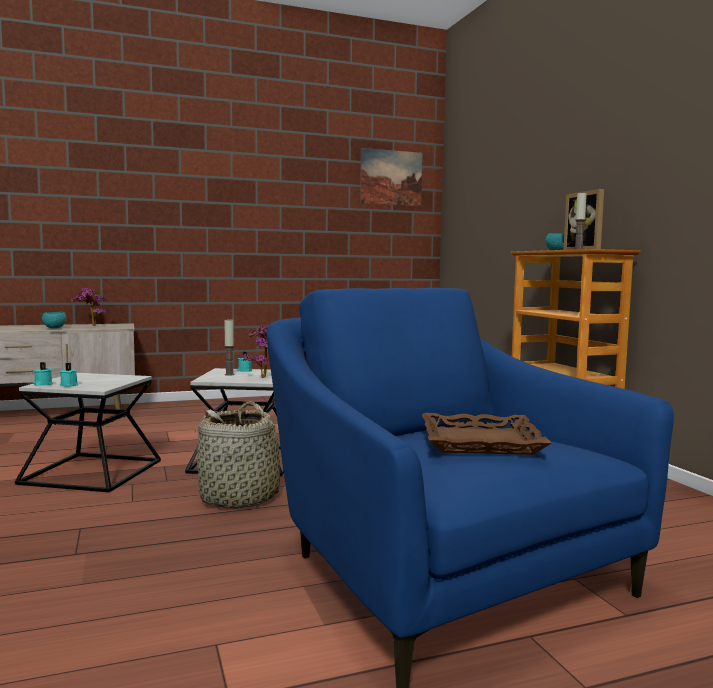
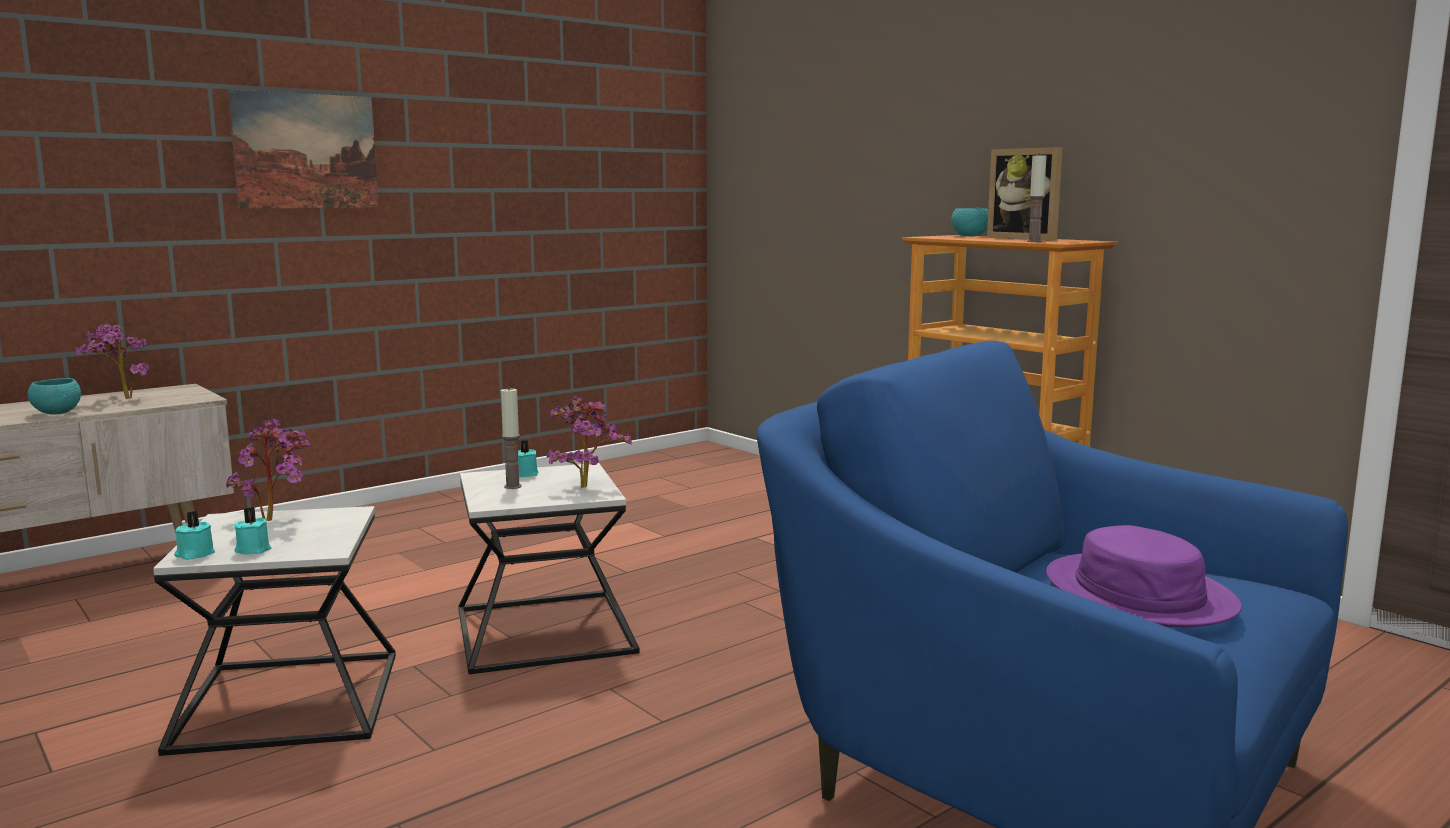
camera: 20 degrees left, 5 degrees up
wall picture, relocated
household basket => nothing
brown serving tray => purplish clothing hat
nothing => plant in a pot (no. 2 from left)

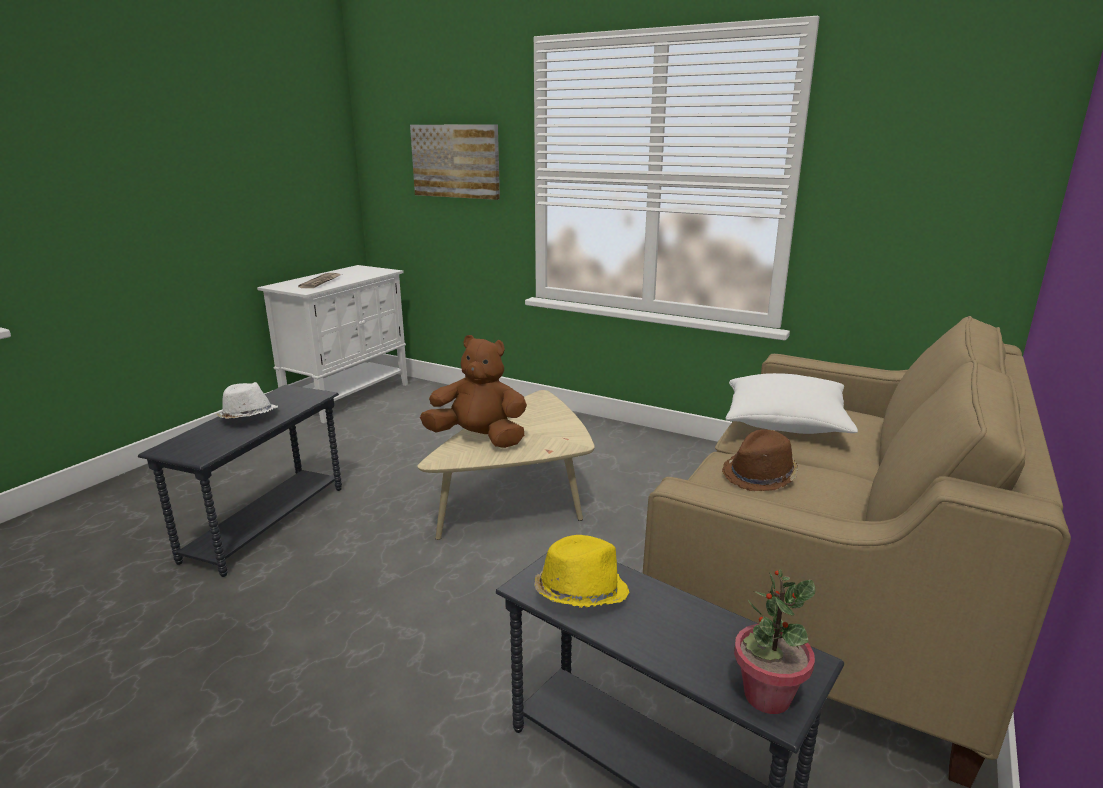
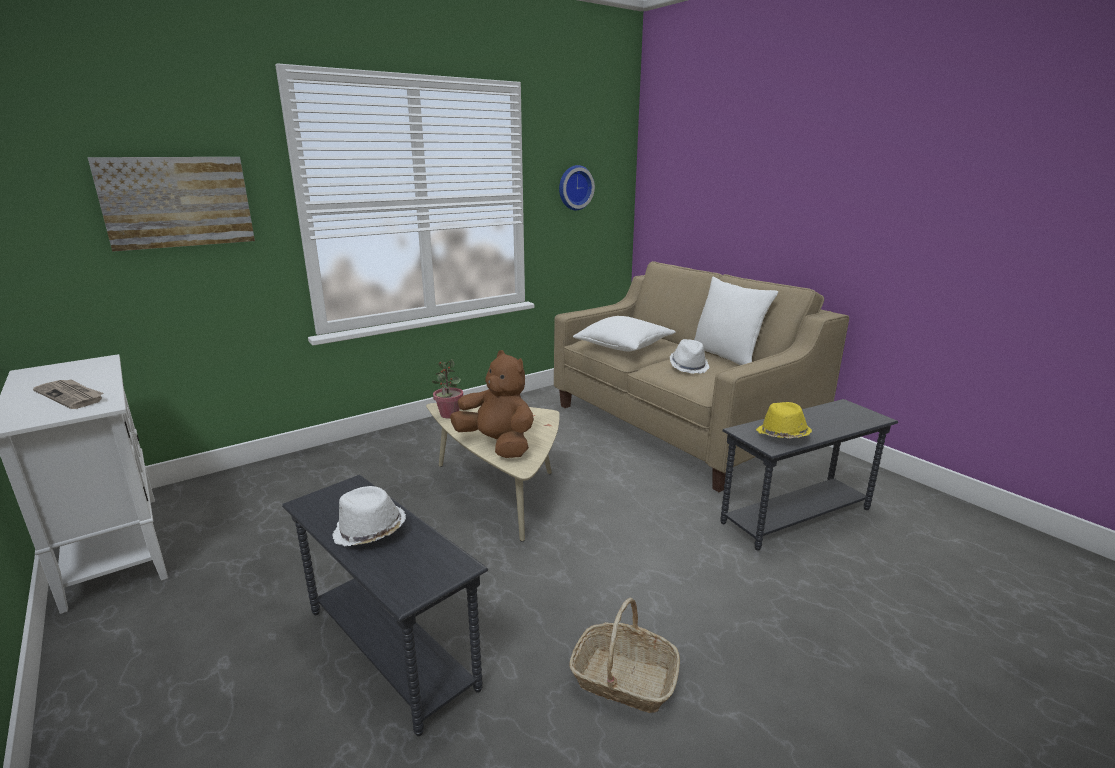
camera: 65 degrees left, 0 degrees up
brown cuddly toy, 90 degrees clockwise
brown clothing hat => white clothing hat (no. 2 from left)
plant in a pot, relocated
nothing => hanging clock
nothing => white pillow (no. 2 from left)
nothing => household basket

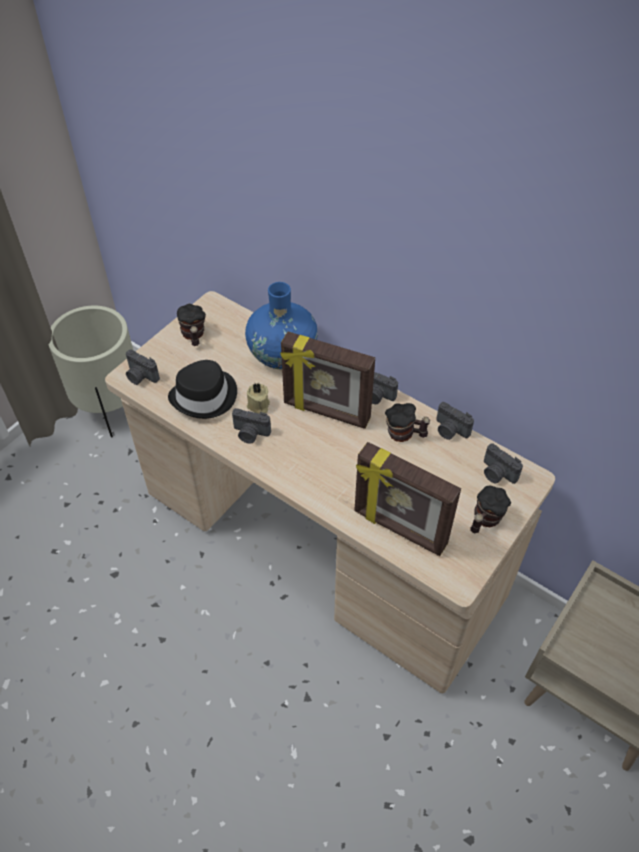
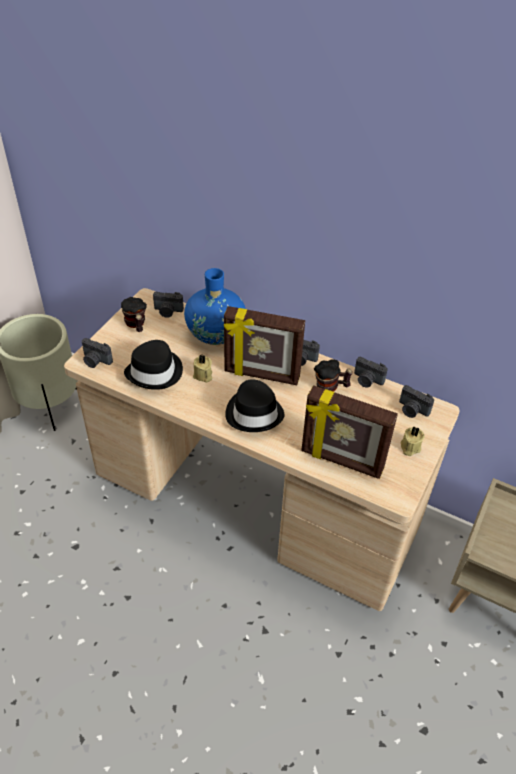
camera: 10 degrees left, 5 degrees down
photo camera (no. 2 from left), relocated
coffee mug (no. 3 from left) => sand-coloured wax light (no. 2 from left)
nothing => black clothing hat (no. 2 from left)

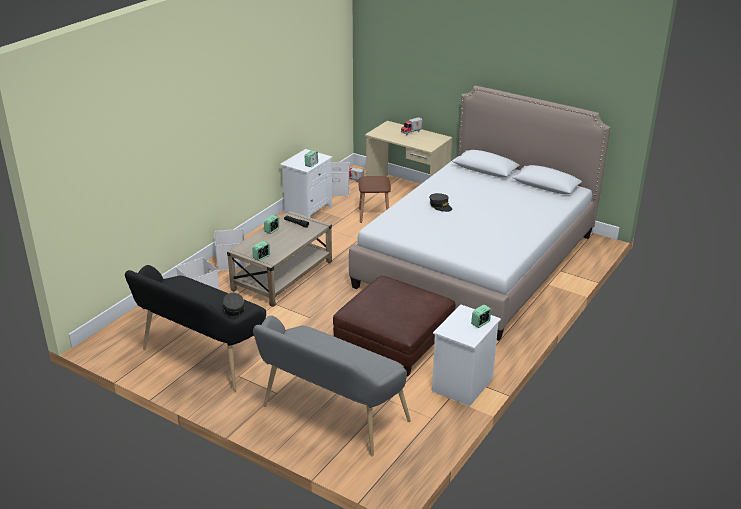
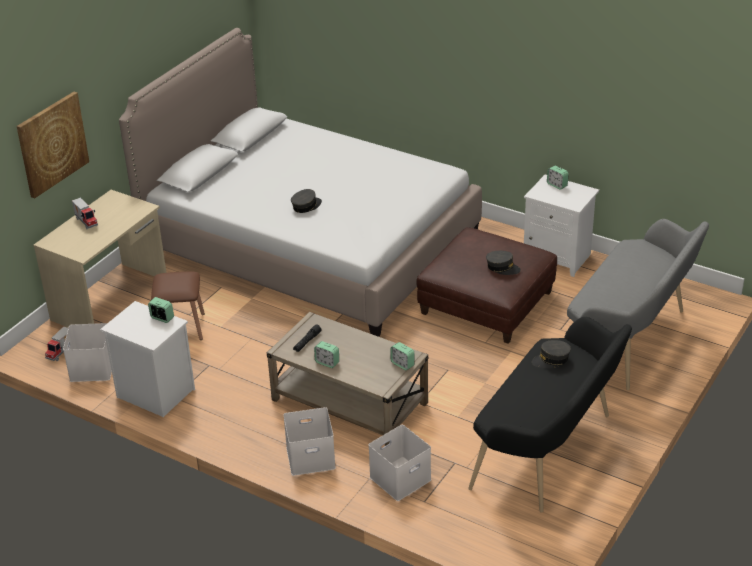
camera: 90 degrees left, 5 degrees up
nothing => wall picture
nothing => gray peaked cap (no. 2 from left)

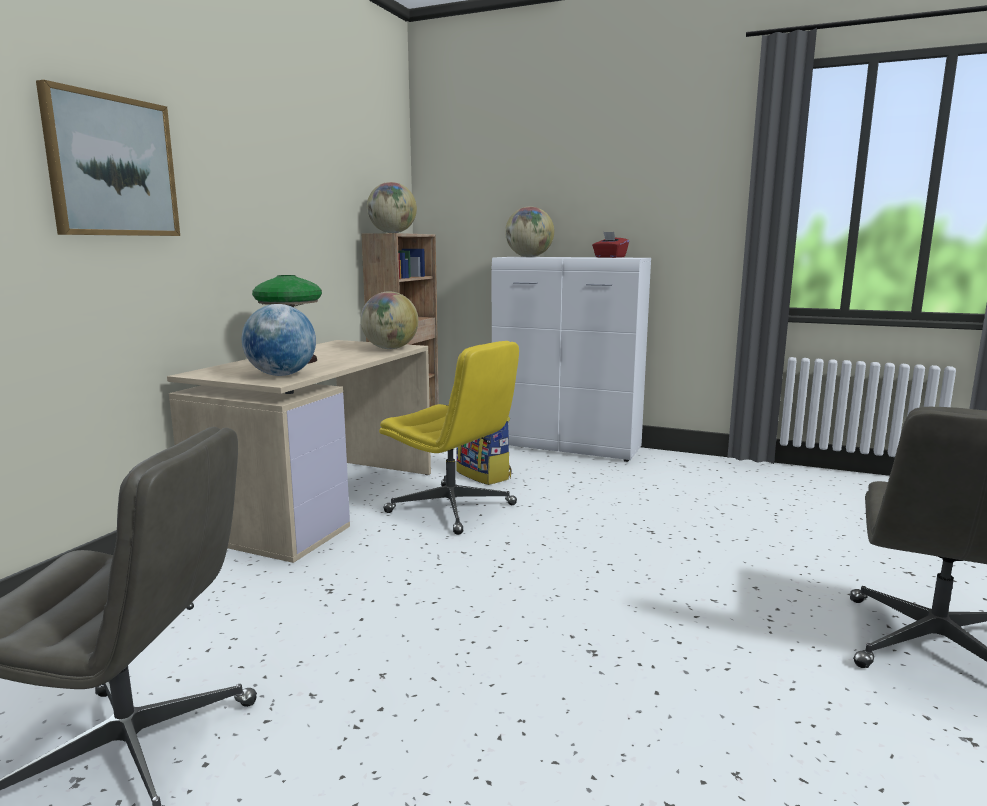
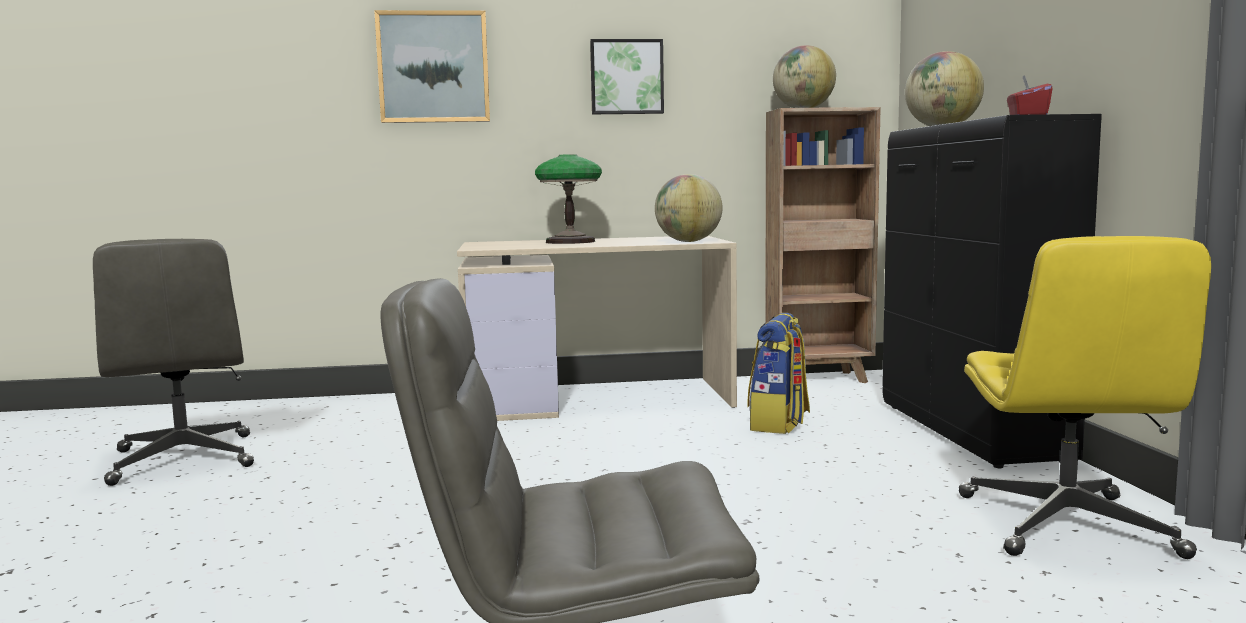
camera: 60 degrees right, 5 degrees down
white cabinet => black cabinet
desk globe (no. 1 from left) => nothing
yellow-coloured desk chair, relocated
nothing => wall picture (no. 2 from left)

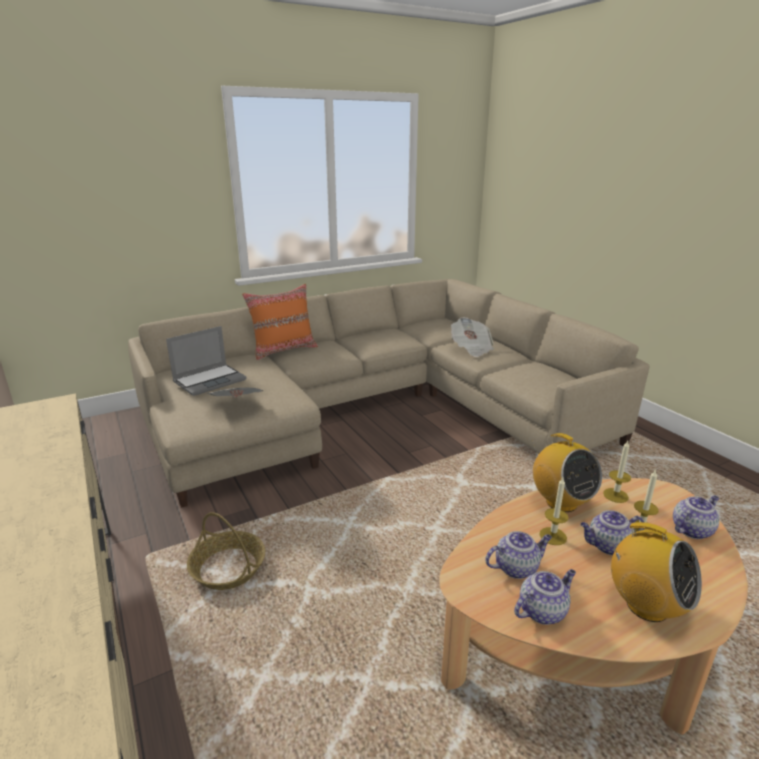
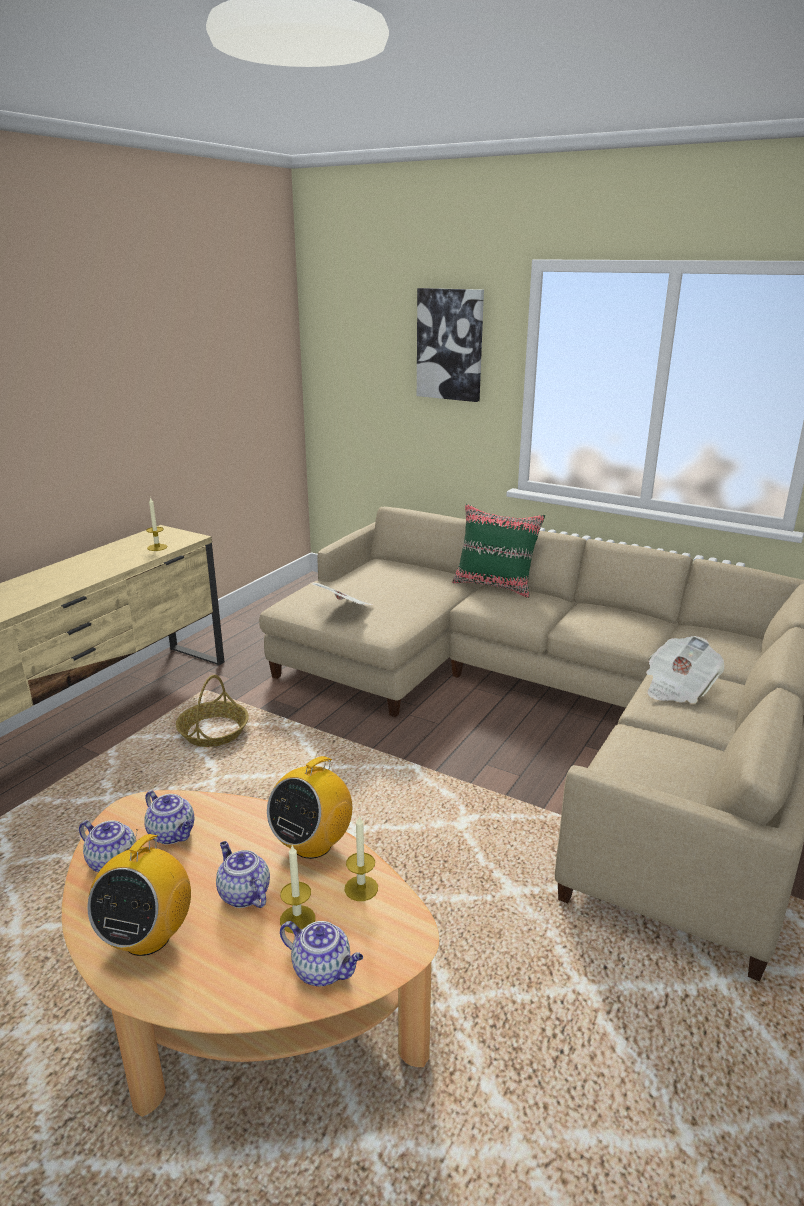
camera: 60 degrees right, 0 degrees up
orange pillow => green pillow
notebook computer => nothing
wax light (no. 1 from left), relocated
nothing => wall picture

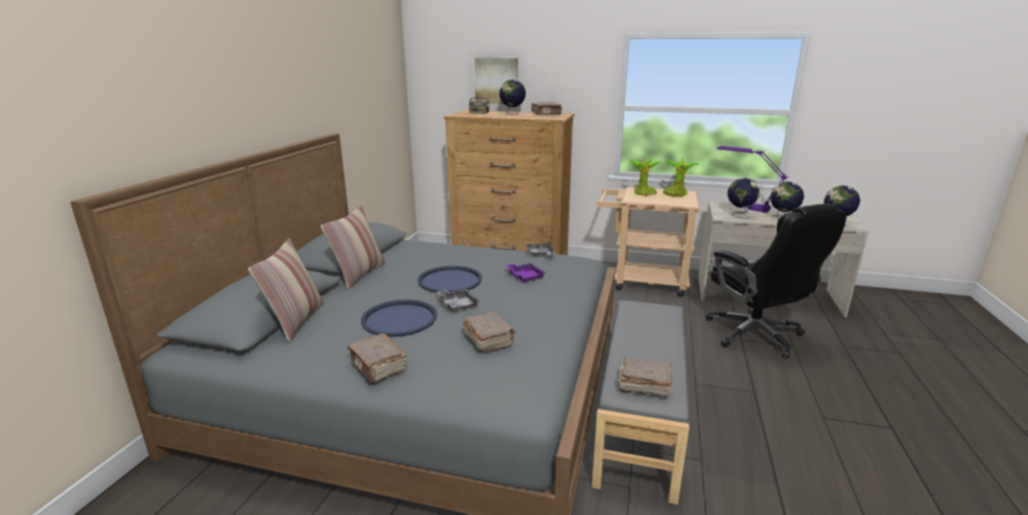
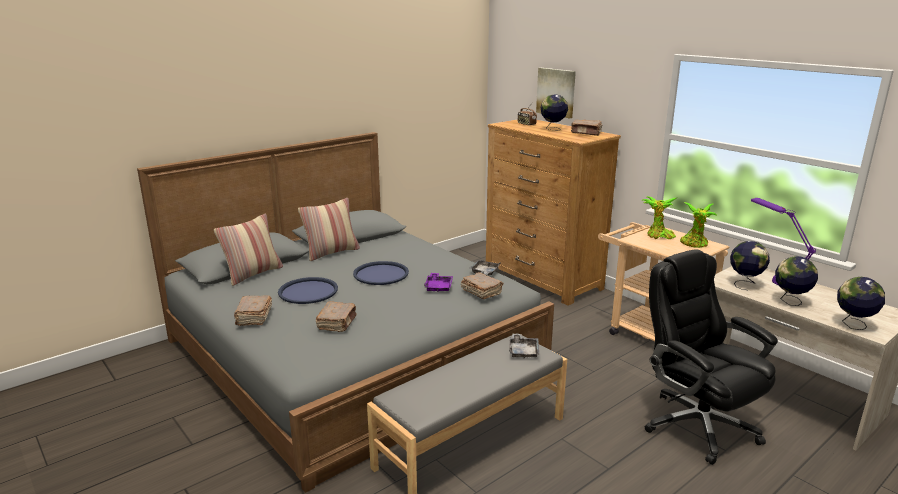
camera: 35 degrees right, 0 degrees up
black desk chair, 135 degrees clockwise
gray serving tray (no. 1 from left in the first image) => gray serving tray (no. 2 from left), relocated
brown bound book (no. 4 from left in the first image) => brown bound book (no. 3 from left), relocated

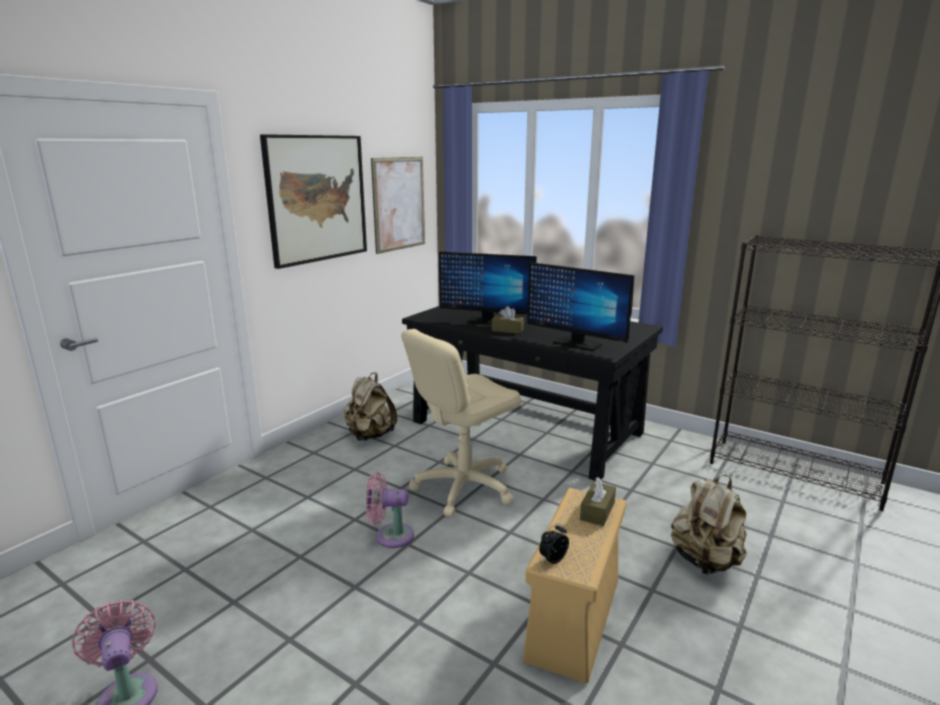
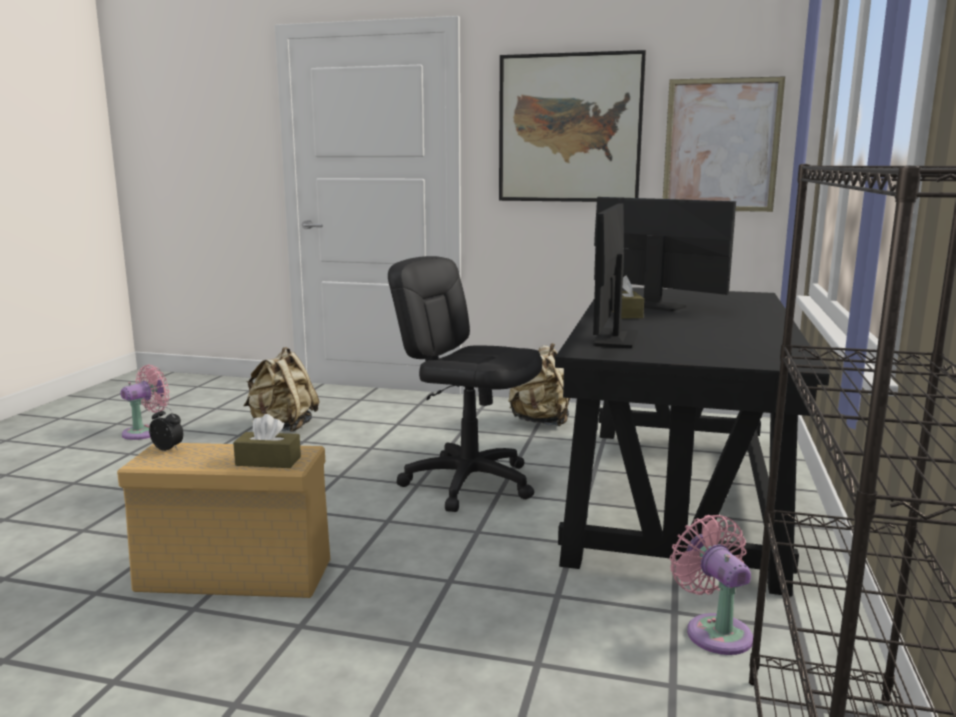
camera: 70 degrees right, 5 degrees down
monitor (no. 1 from left in the first image) => monitor (no. 2 from left), 135 degrees clockwise
sand-coloured desk chair => black desk chair
pink cooling fan (no. 2 from left), relocated
sand-coloured knapsack (no. 2 from left in the first image) => sand-coloured knapsack (no. 1 from left), relocated

